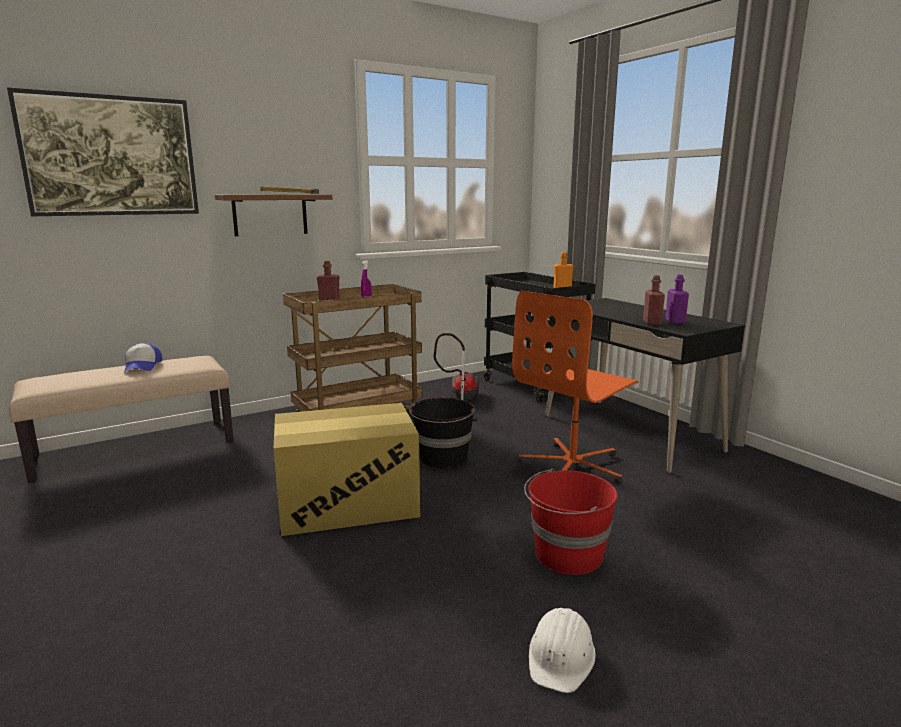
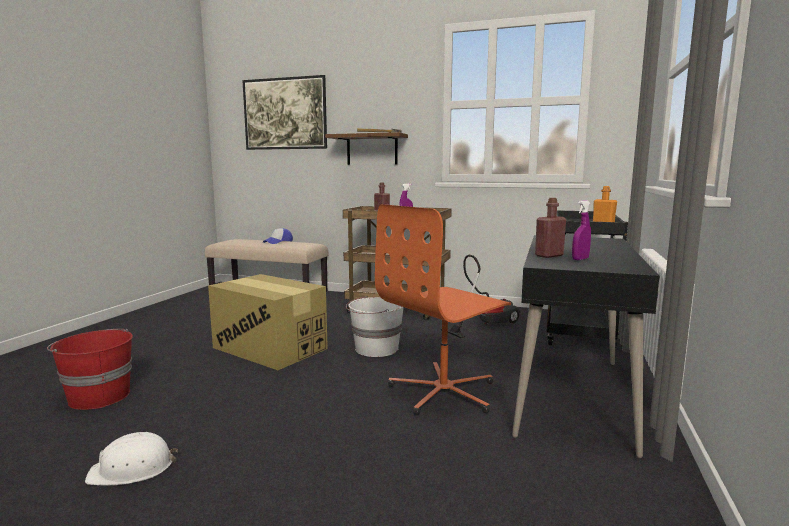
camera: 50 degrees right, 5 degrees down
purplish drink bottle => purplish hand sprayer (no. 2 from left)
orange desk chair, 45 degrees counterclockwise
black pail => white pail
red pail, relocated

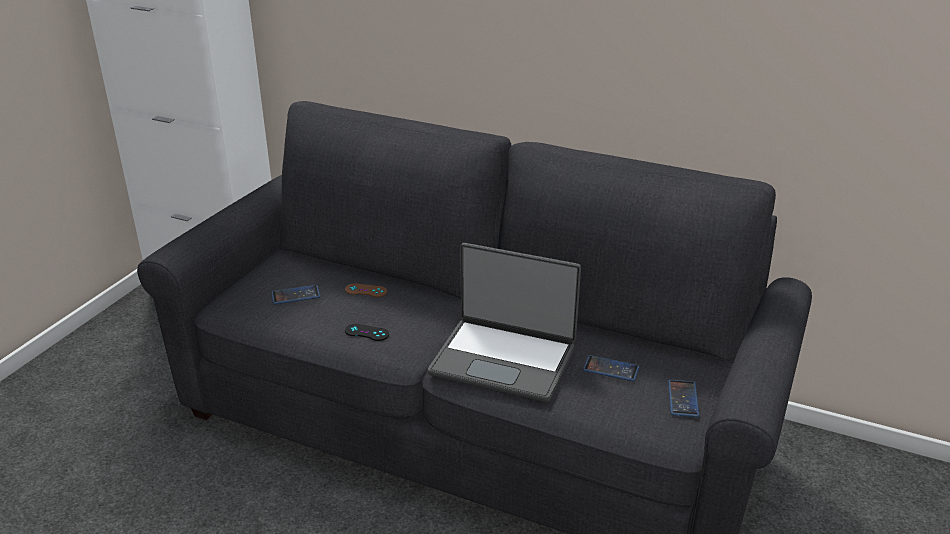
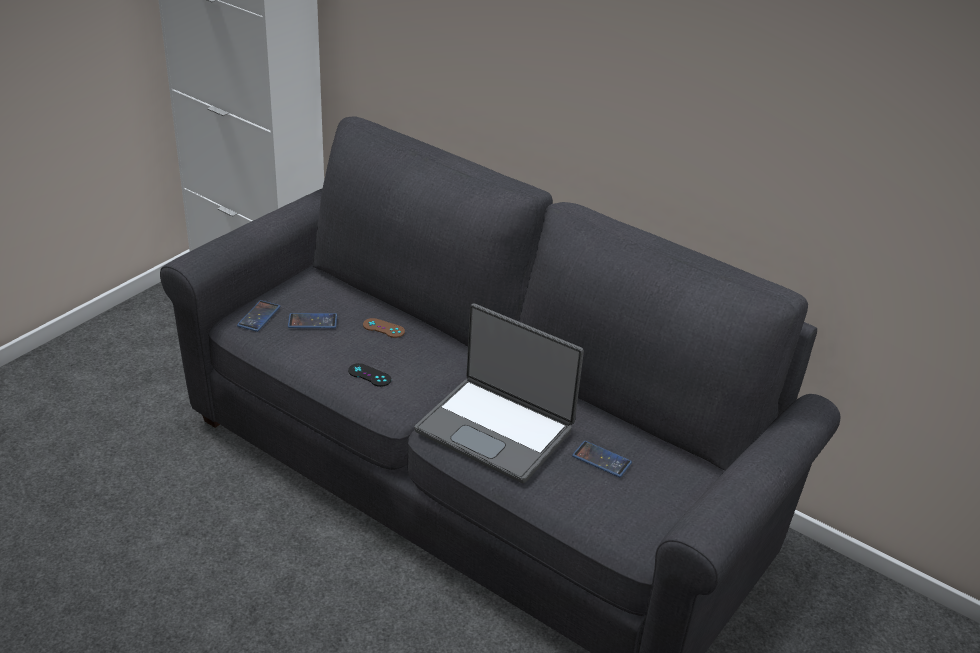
camera: 10 degrees right, 5 degrees up
phone (no. 3 from left in the first image) => phone (no. 1 from left), relocated

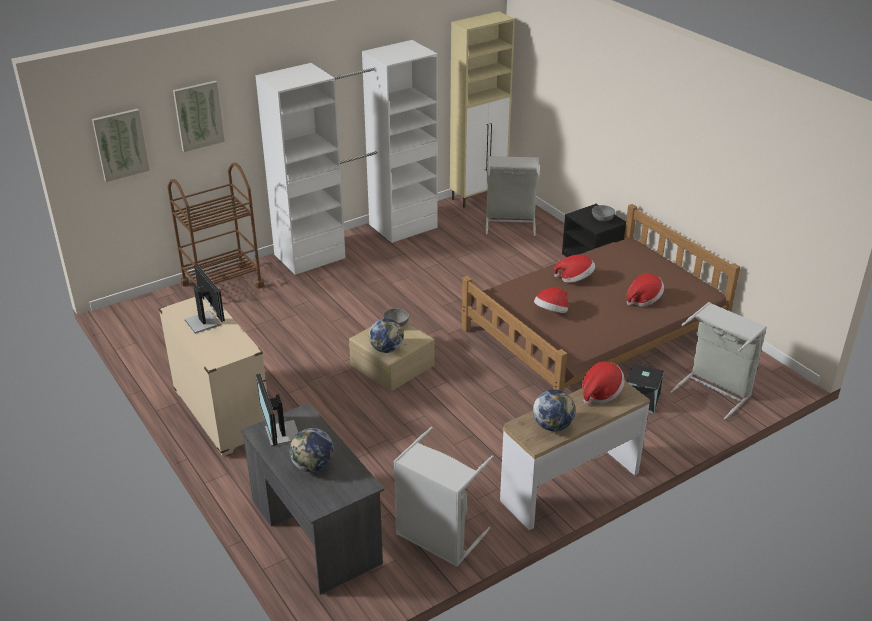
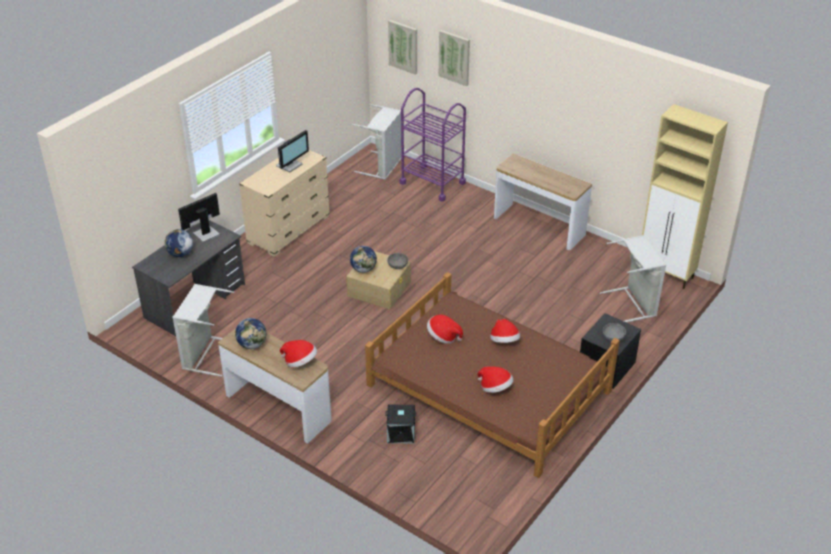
camera: 70 degrees right, 5 degrees up
white wardrobe => hall table (no. 2 from left)
brown cart => purplish cart
gray laundry basket (no. 3 from left in the first image) => gray laundry basket (no. 2 from left), relocated

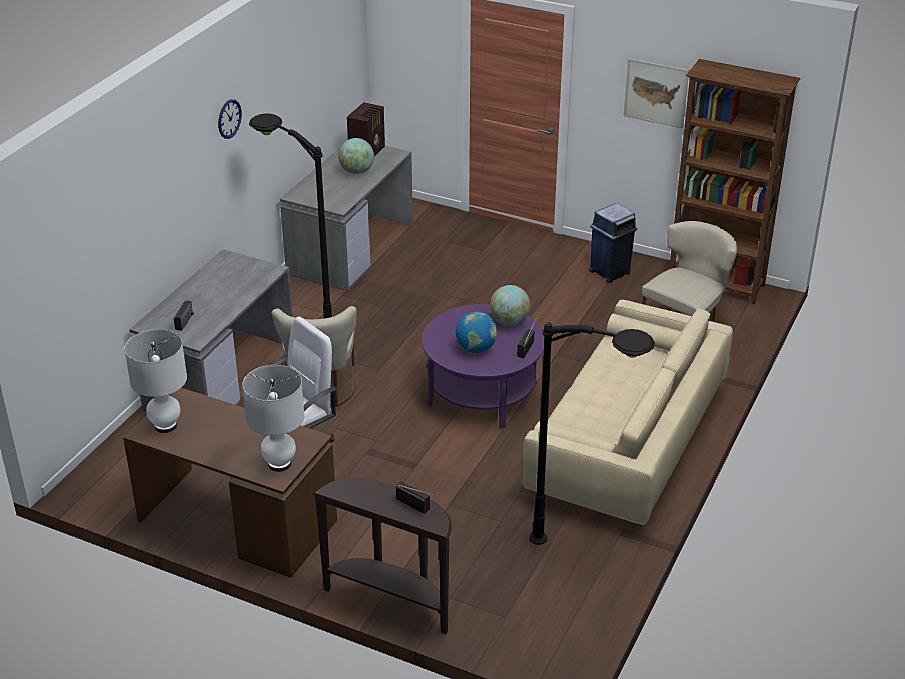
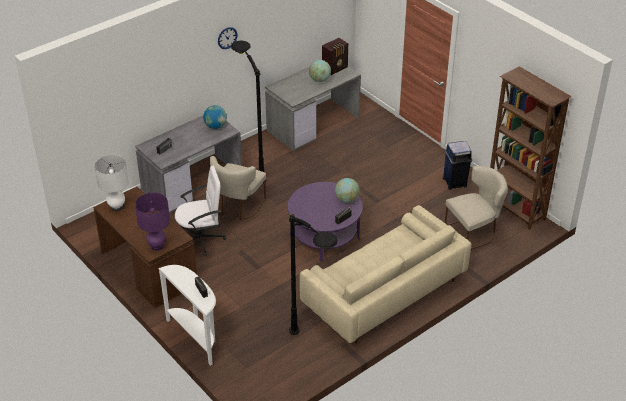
camera: 25 degrees right, 5 degrees up
wall picture => nothing
desk globe (no. 2 from left in the first image) => desk globe (no. 1 from left), relocated
white table lamp (no. 2 from left) => purplish table lamp
brown hall table => white hall table

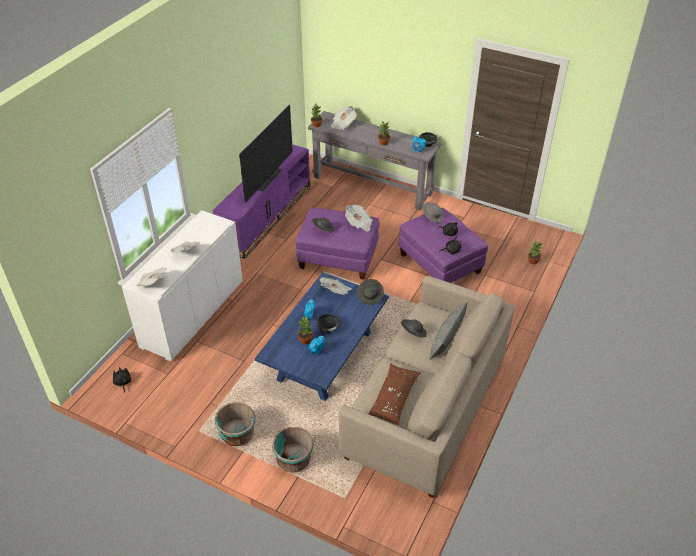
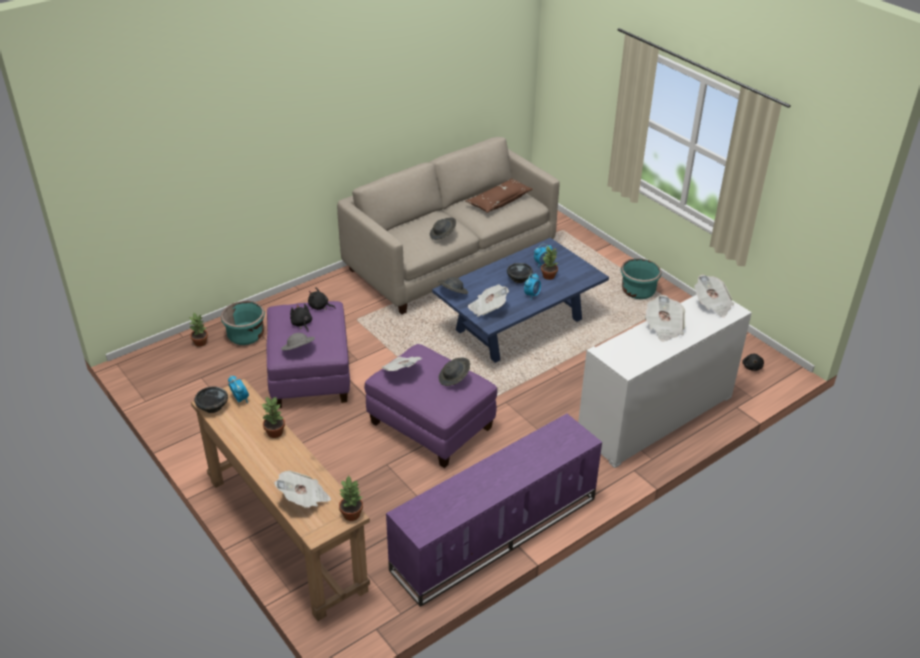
camera: 155 degrees left, 5 degrees down
TV set => nothing
gray hall table => brown hall table
gray pillow => nothing
turquoise-coloured plant pot (no. 2 from left in the first image) => turquoise-coloured plant pot (no. 1 from left), relocated

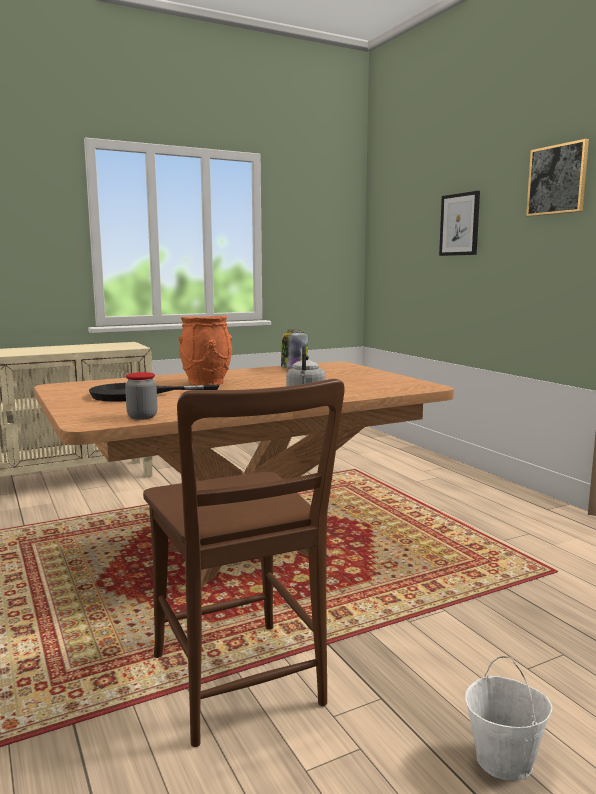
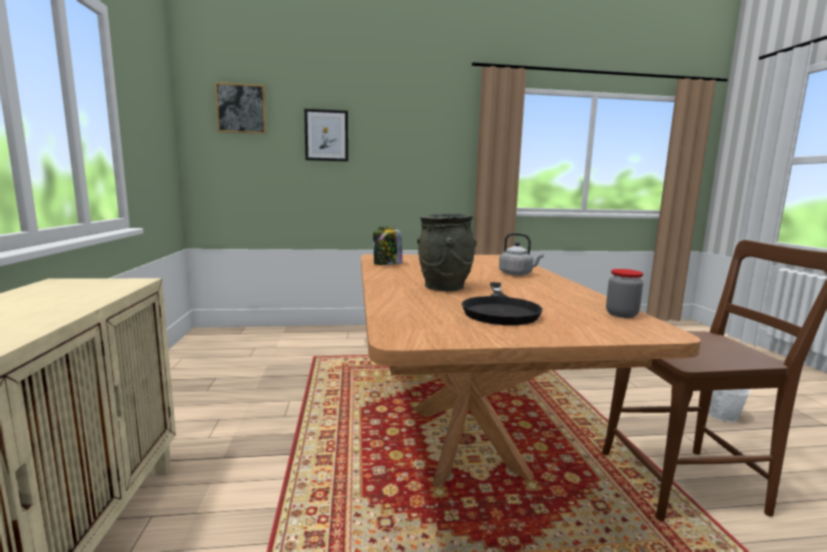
camera: 70 degrees left, 0 degrees up
wall picture (no. 2 from left in the first image) => wall picture (no. 1 from left), relocated
orange flower vase => gray flower vase

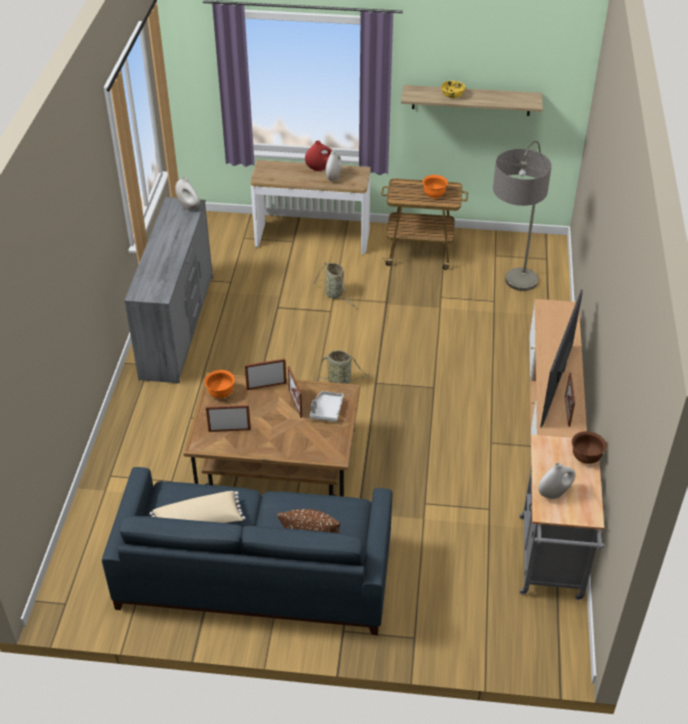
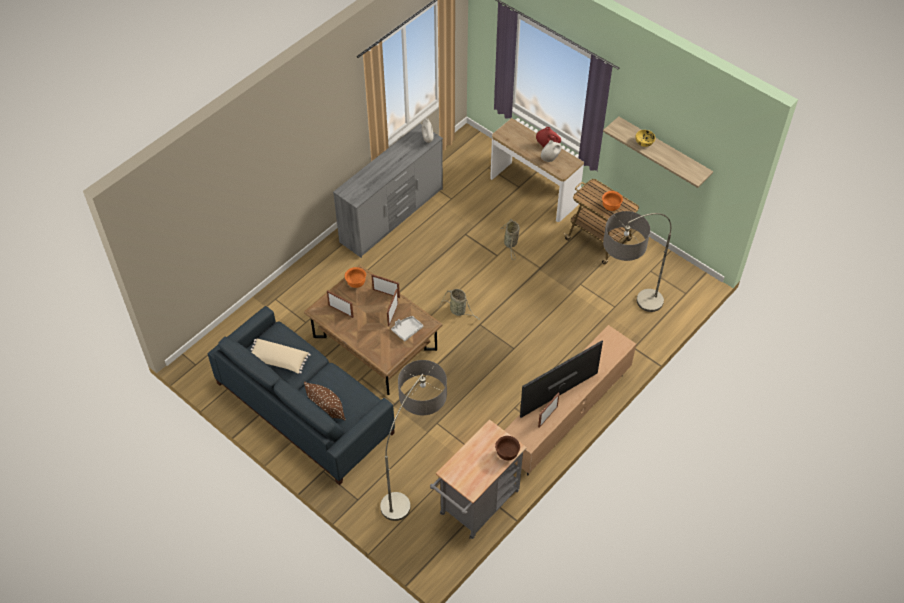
camera: 35 degrees right, 10 degrees up
white flower vase (no. 3 from left) => nothing
nothing => floor lamp (no. 1 from left)

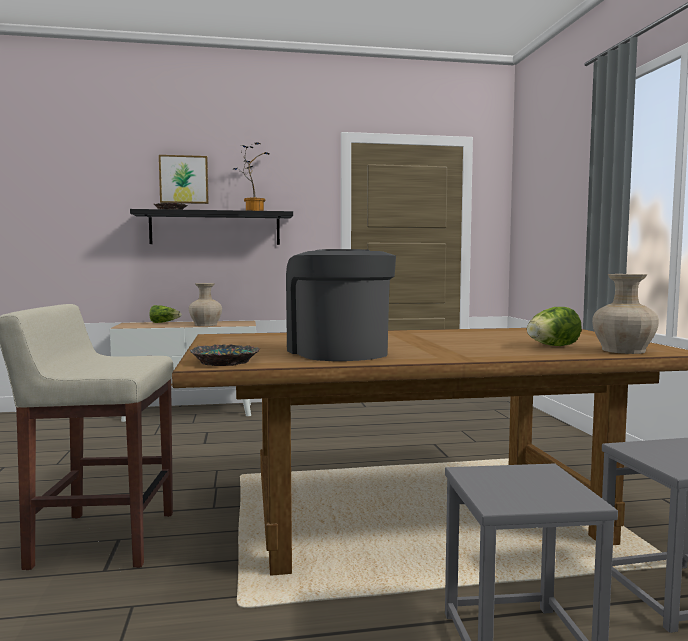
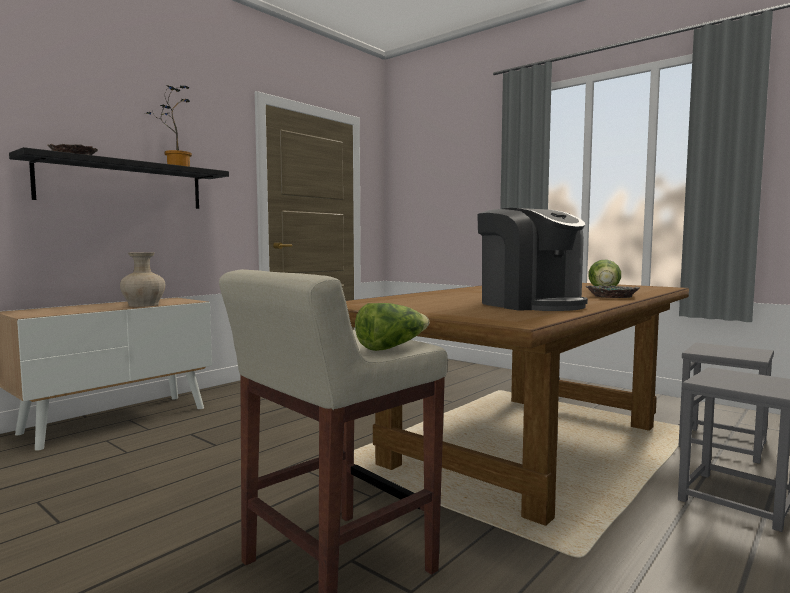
camera: 40 degrees left, 0 degrees up
wall picture => nothing
coffee maker, 150 degrees counterclockwise
sand-coloured flower vase (no. 2 from left) => nothing
lettuce (no. 1 from left), relocated
deep dish (no. 2 from left), relocated

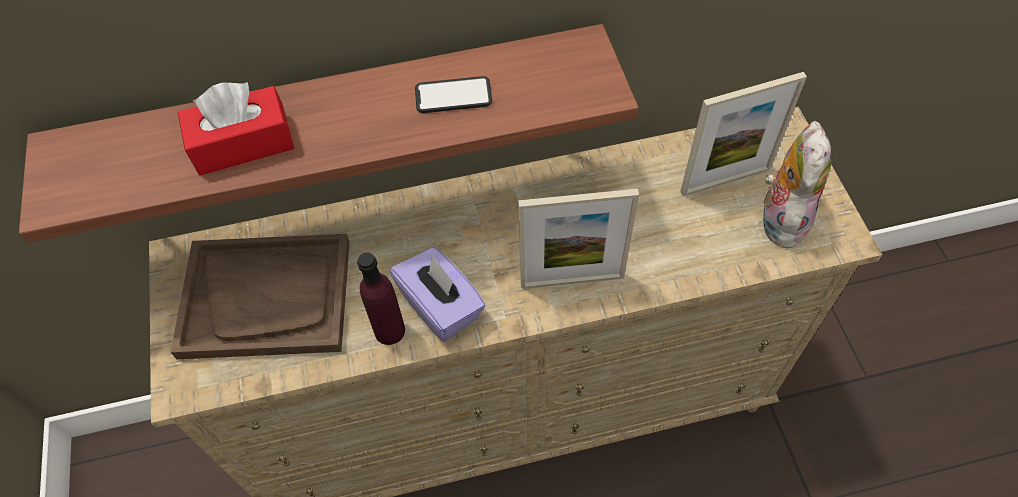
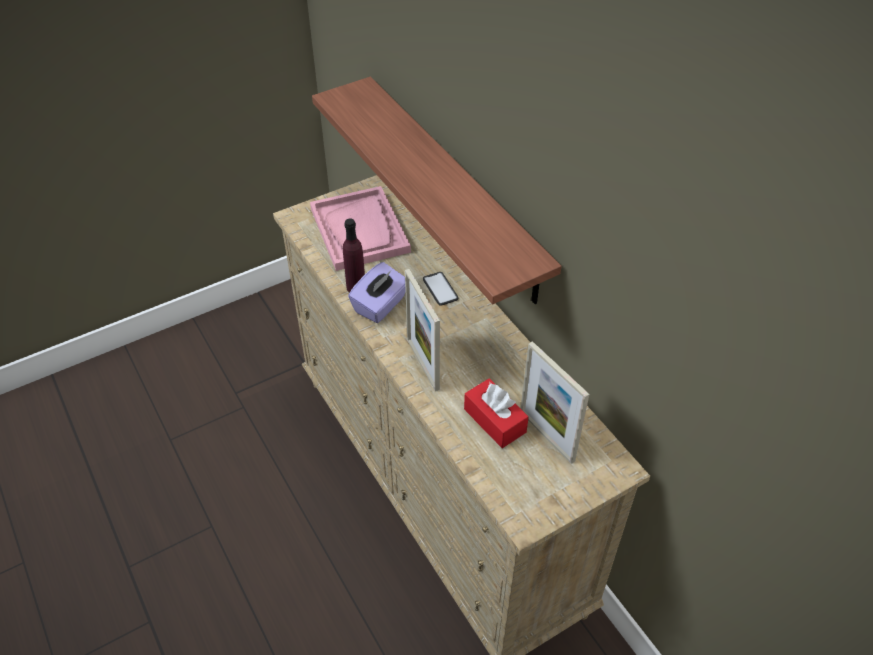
camera: 70 degrees right, 10 degrees down
phone, relocated
red tissue holder, relocated
cuddly toy => nothing
brown serving tray => pink serving tray

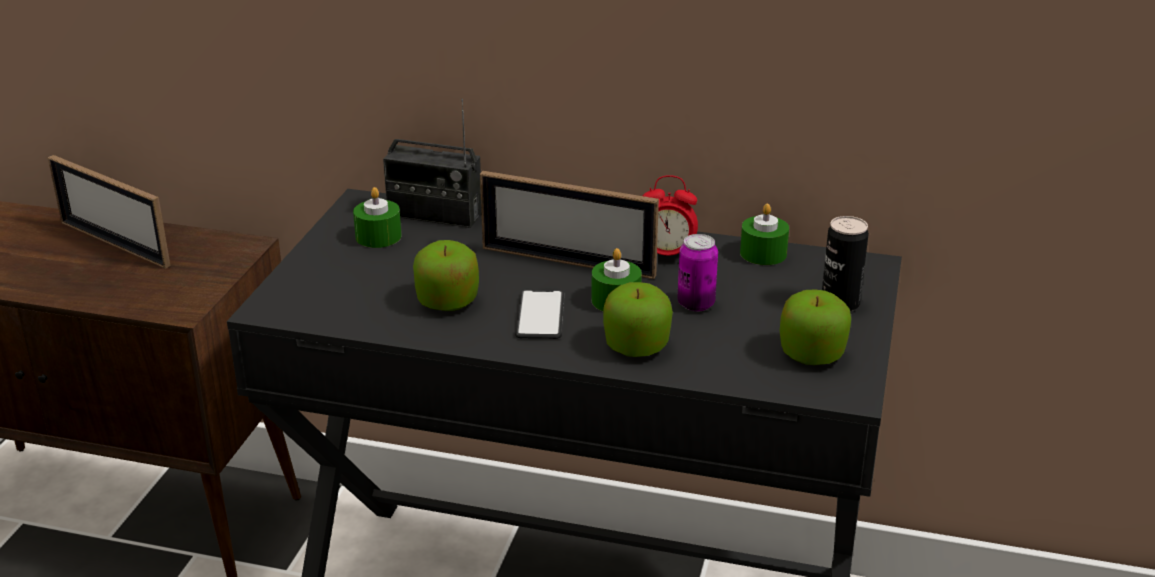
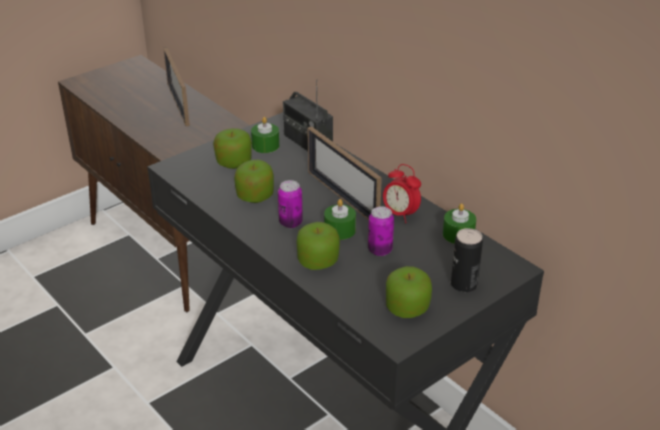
camera: 35 degrees right, 5 degrees up
phone => metal can (no. 1 from left)
nothing => whole apple (no. 1 from left)

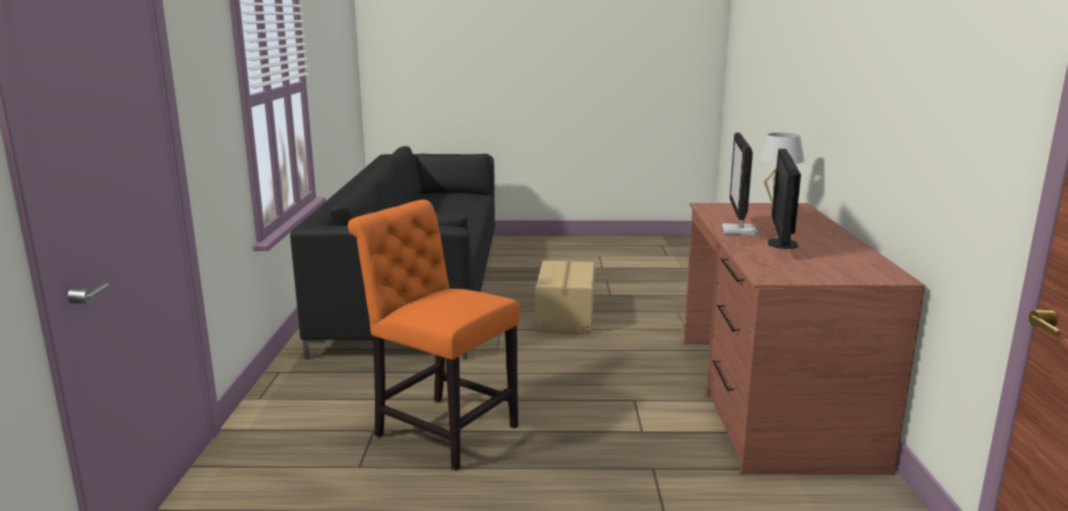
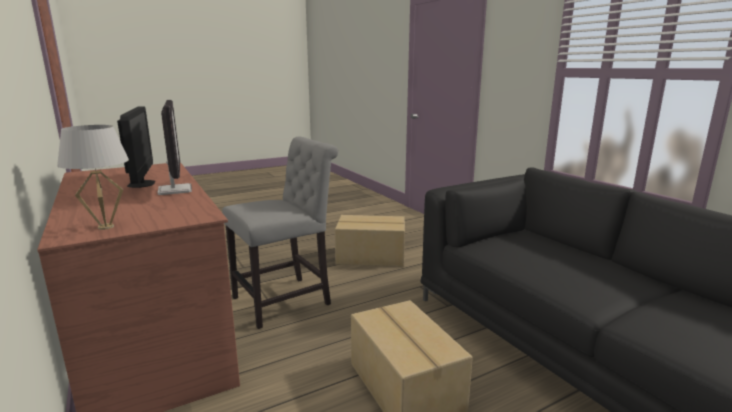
camera: 150 degrees right, 0 degrees up
orange upright chair => packing box (no. 1 from left)
nothing => gray upright chair

